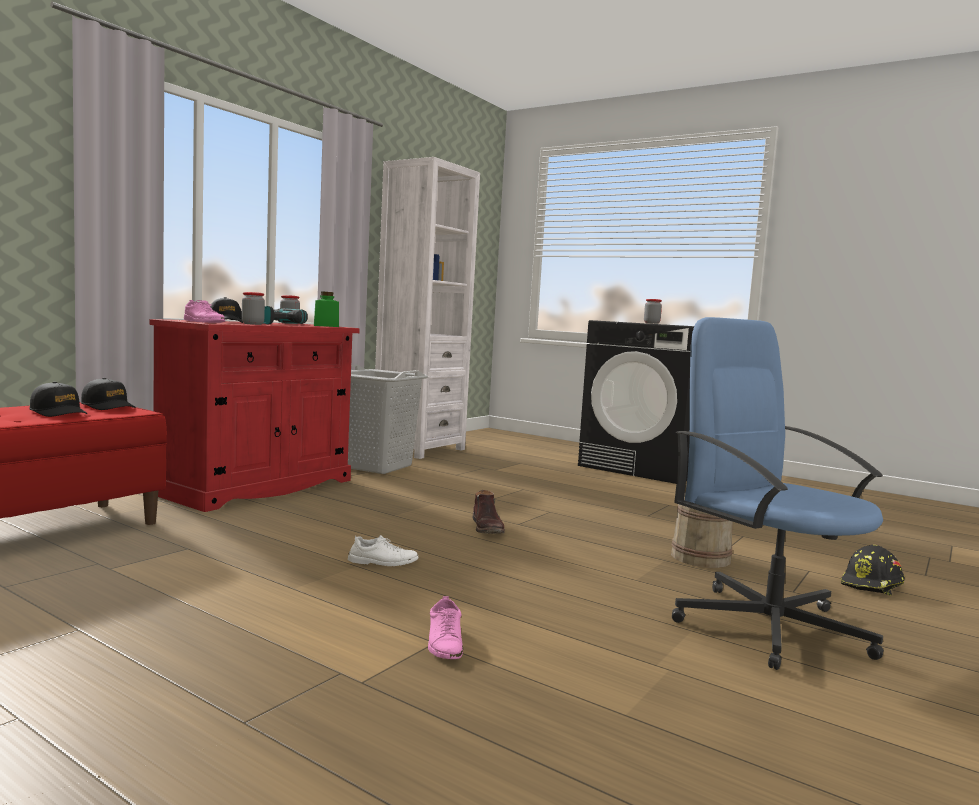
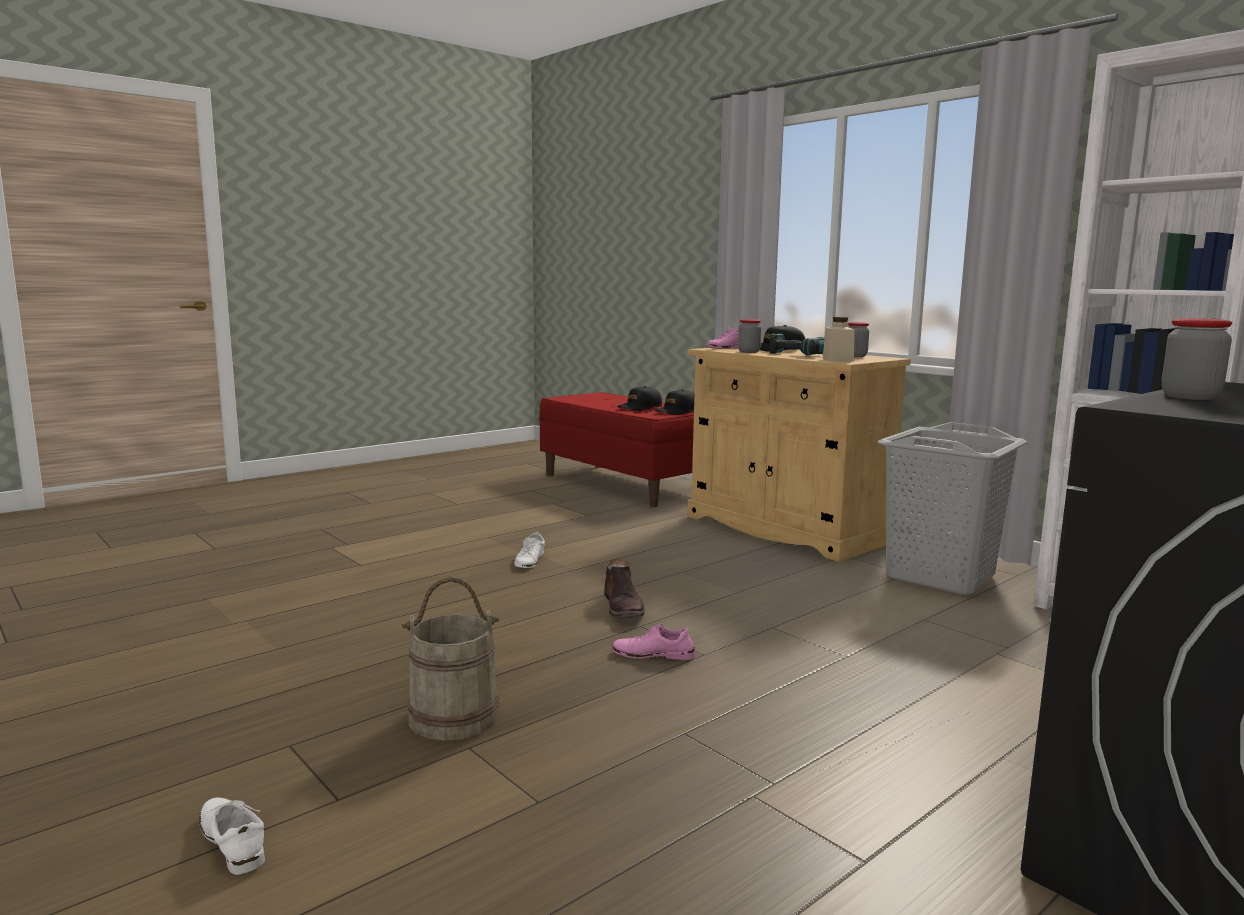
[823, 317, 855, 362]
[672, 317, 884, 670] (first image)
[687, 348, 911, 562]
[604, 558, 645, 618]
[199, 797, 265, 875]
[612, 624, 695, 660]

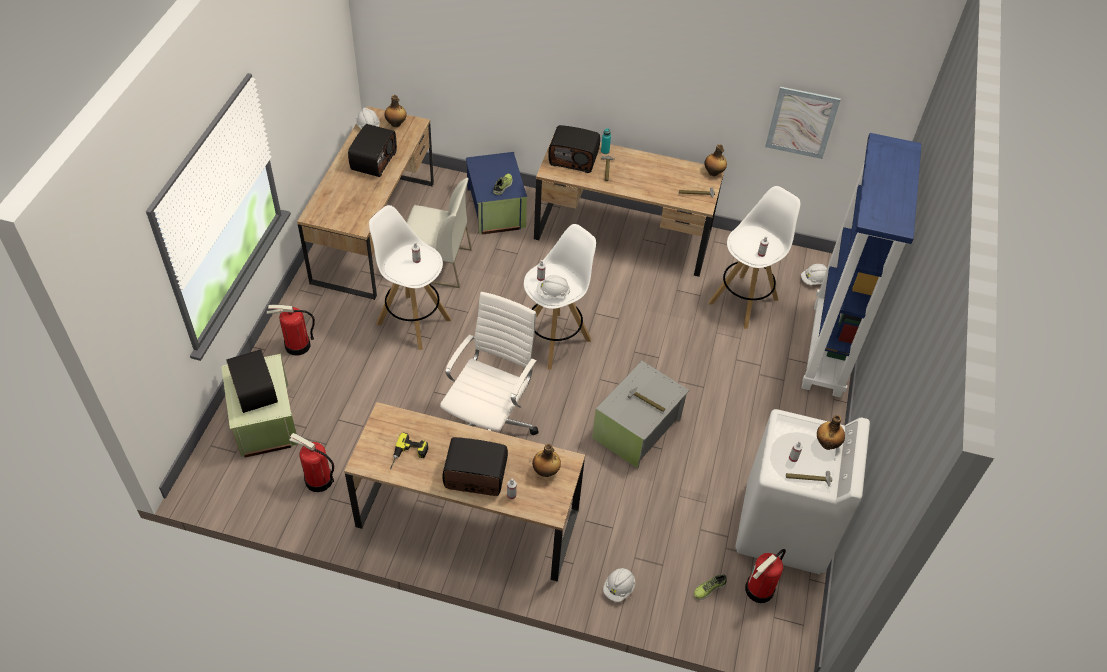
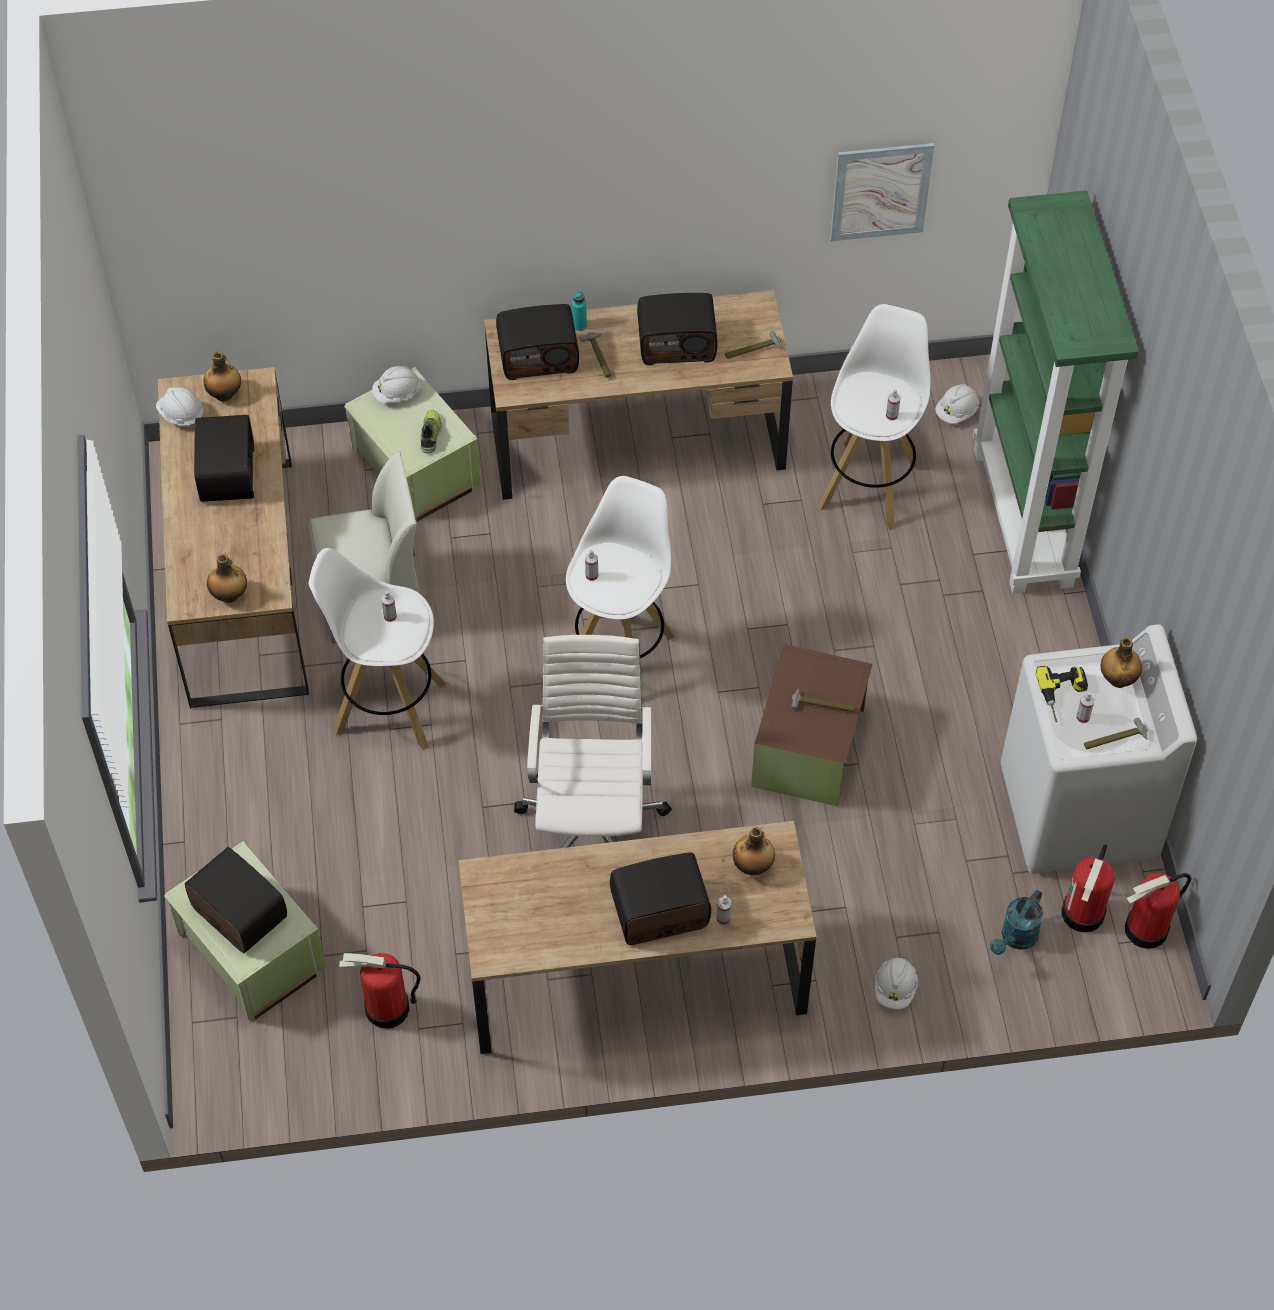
[973, 191, 1139, 594]
[207, 554, 247, 603]
[344, 367, 480, 522]
[372, 366, 421, 403]
[1125, 873, 1191, 949]
[751, 644, 872, 807]
[1036, 666, 1088, 722]
[990, 890, 1043, 955]
[637, 293, 717, 365]

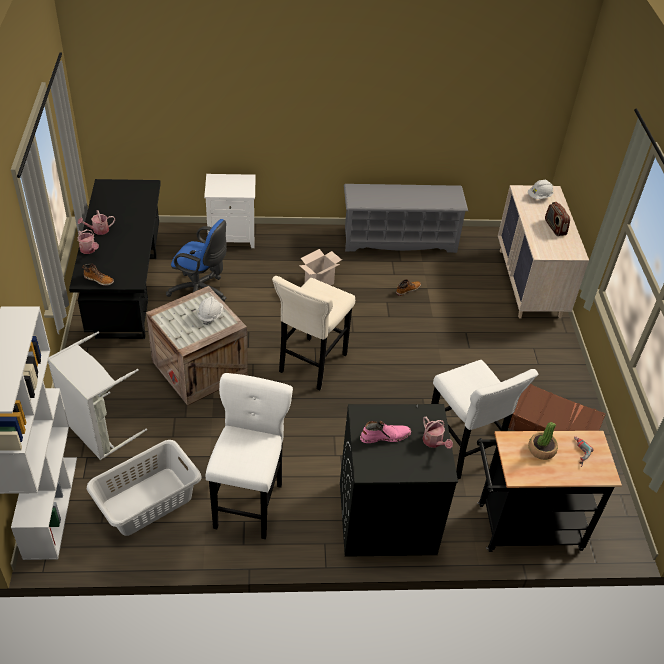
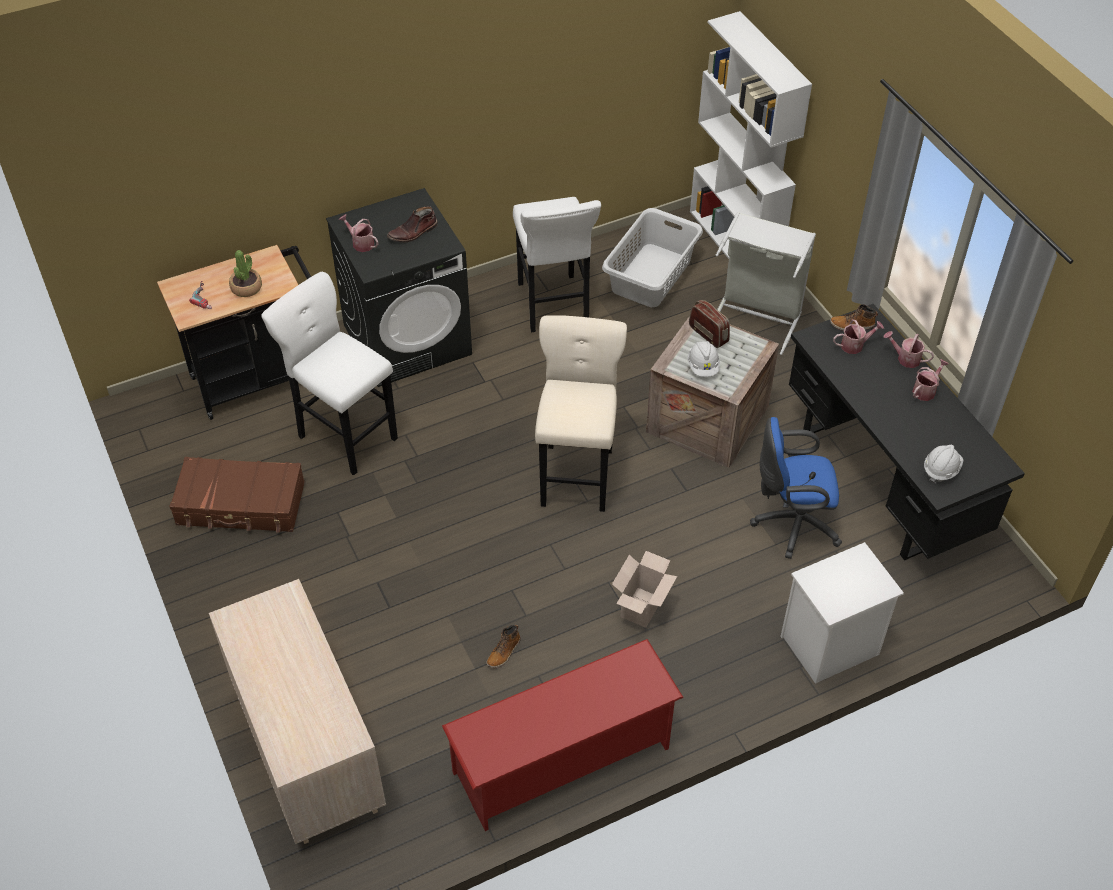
[924, 444, 963, 484]
[442, 639, 684, 831]
[689, 300, 730, 348]
[387, 207, 438, 242]
[833, 319, 884, 354]

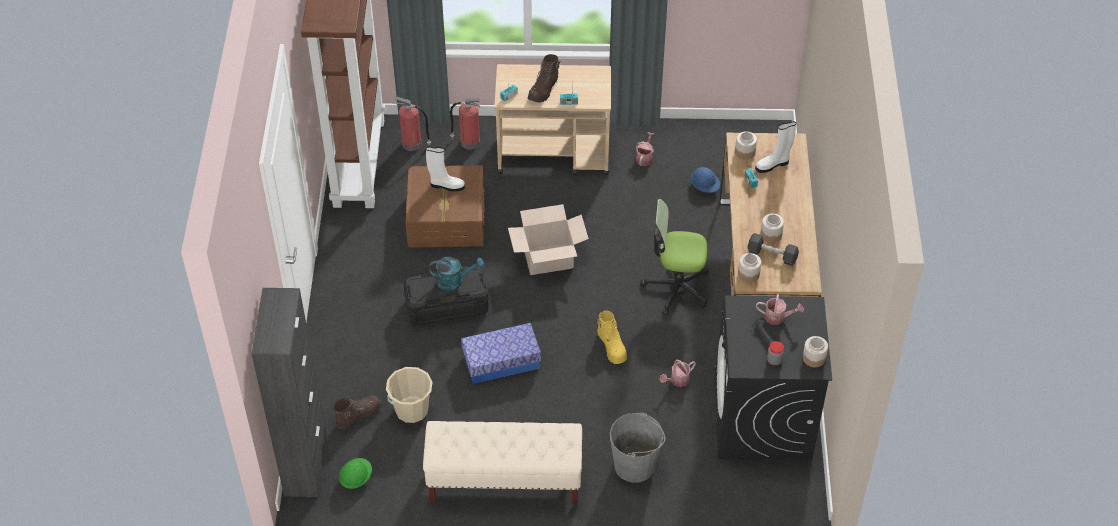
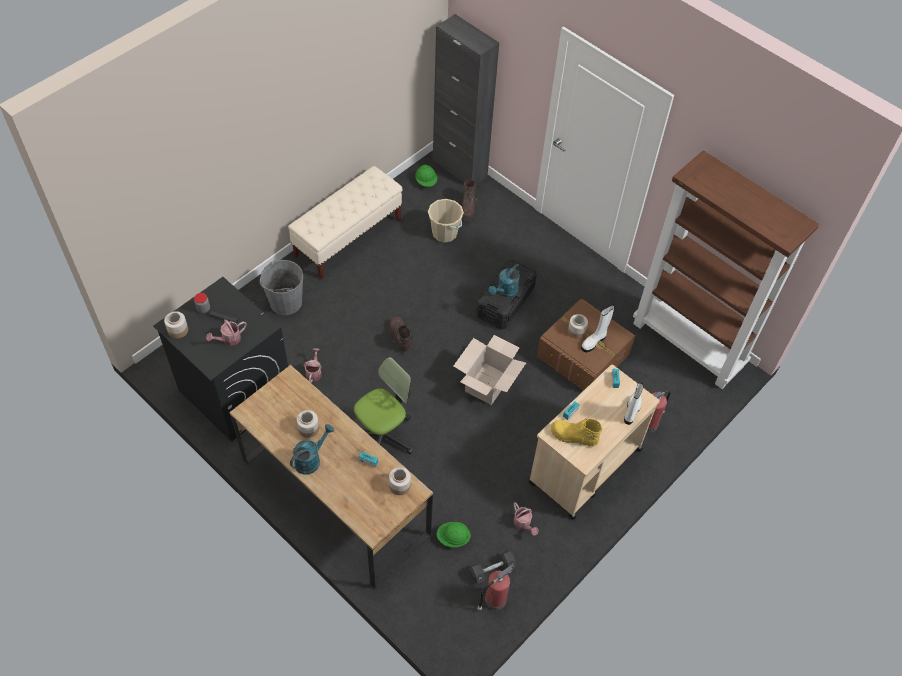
[389, 317, 412, 352]
[478, 566, 513, 610]
[624, 383, 643, 425]
[437, 522, 471, 547]
[469, 551, 516, 584]
[568, 314, 588, 339]
[551, 418, 602, 447]
[461, 323, 541, 384] (first image)
[290, 424, 334, 475]

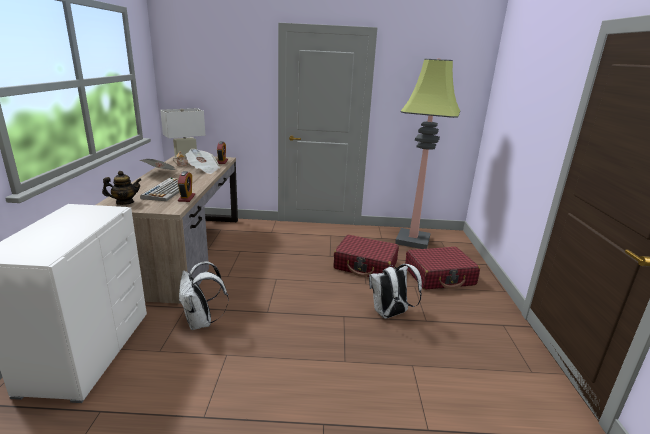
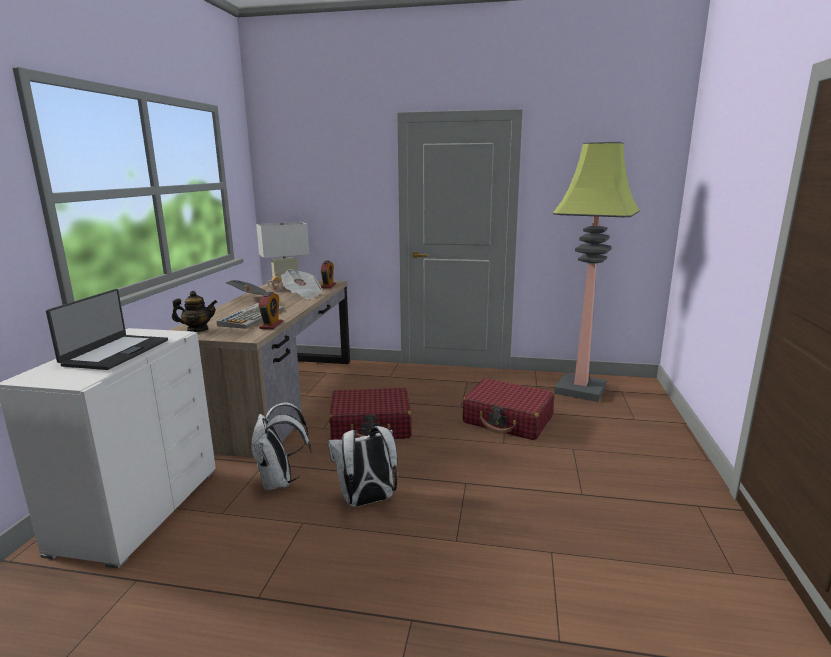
[329, 388, 412, 440]
[328, 426, 398, 507]
[46, 289, 168, 370]

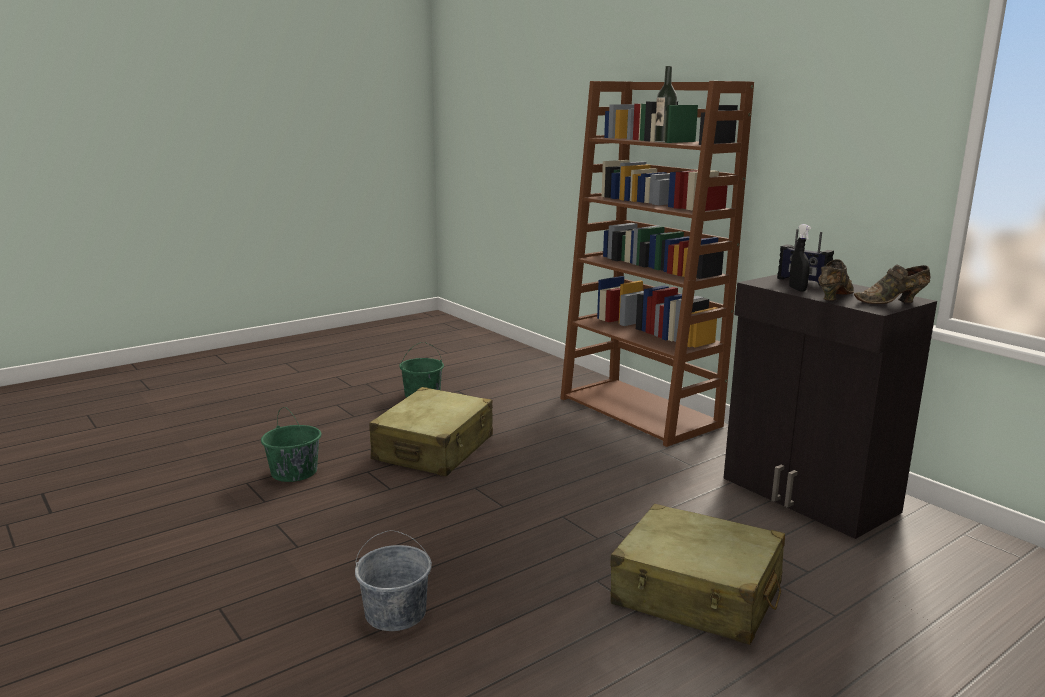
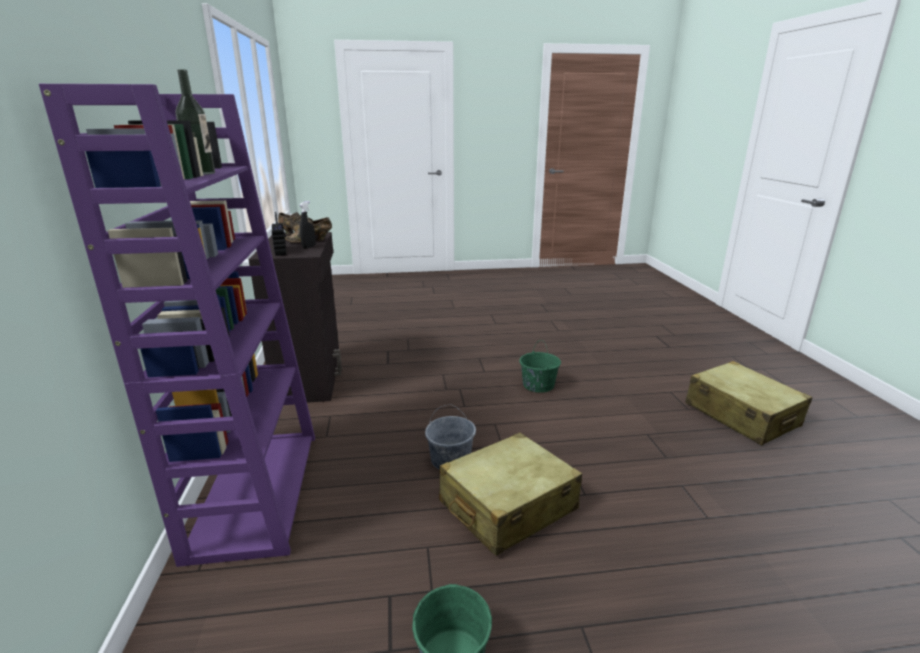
[39, 84, 315, 567]
[519, 340, 561, 393]
[685, 361, 812, 445]
[425, 405, 476, 470]

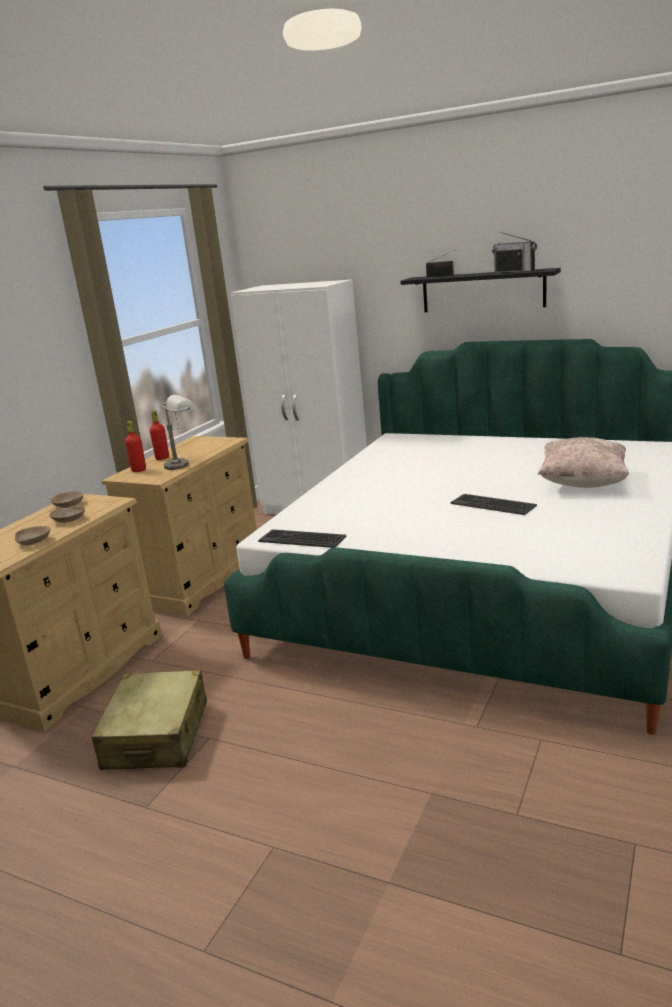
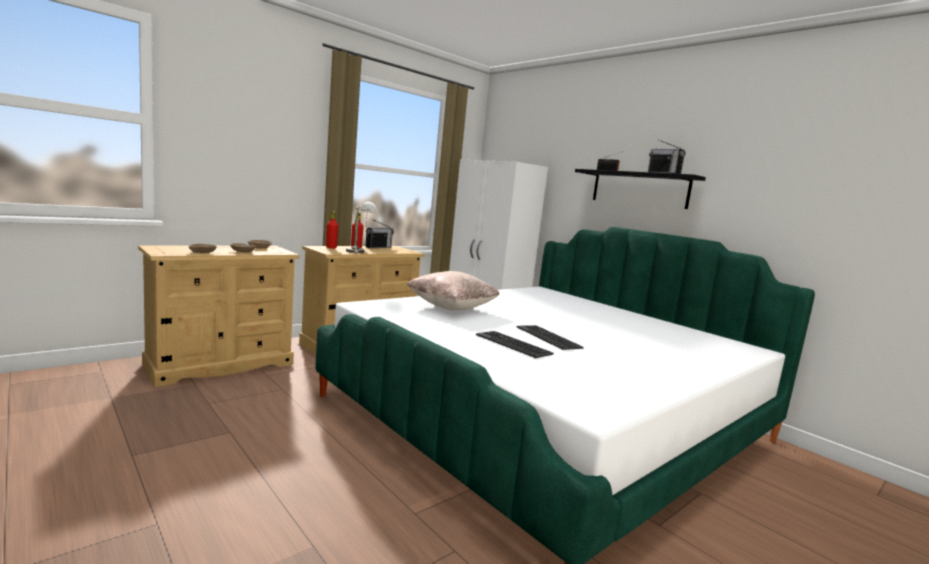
[407, 271, 500, 310]
[476, 331, 554, 358]
[92, 670, 207, 770] (first image)
[366, 219, 394, 248]

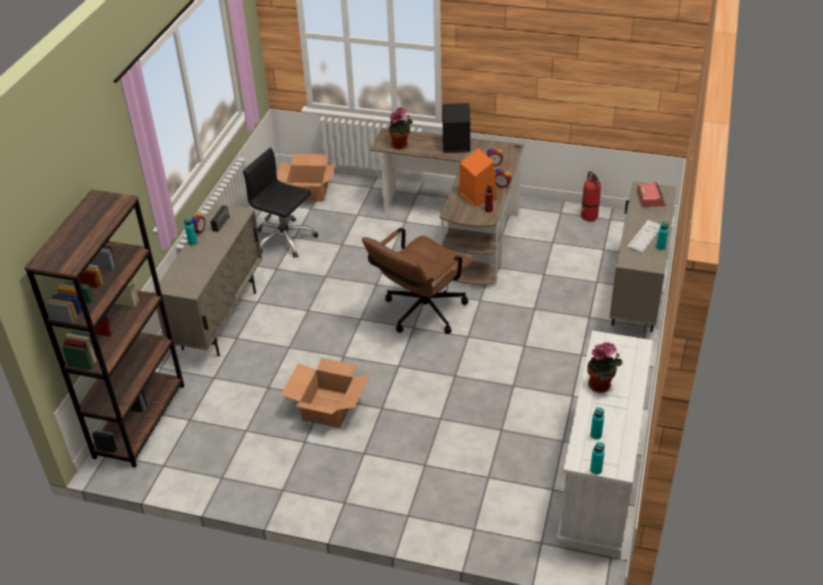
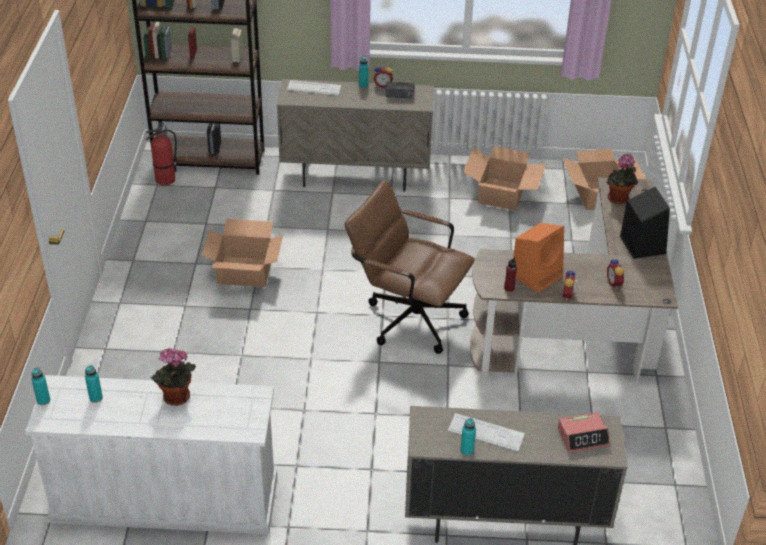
[463, 146, 546, 211]
[146, 128, 177, 185]
[287, 80, 342, 96]

